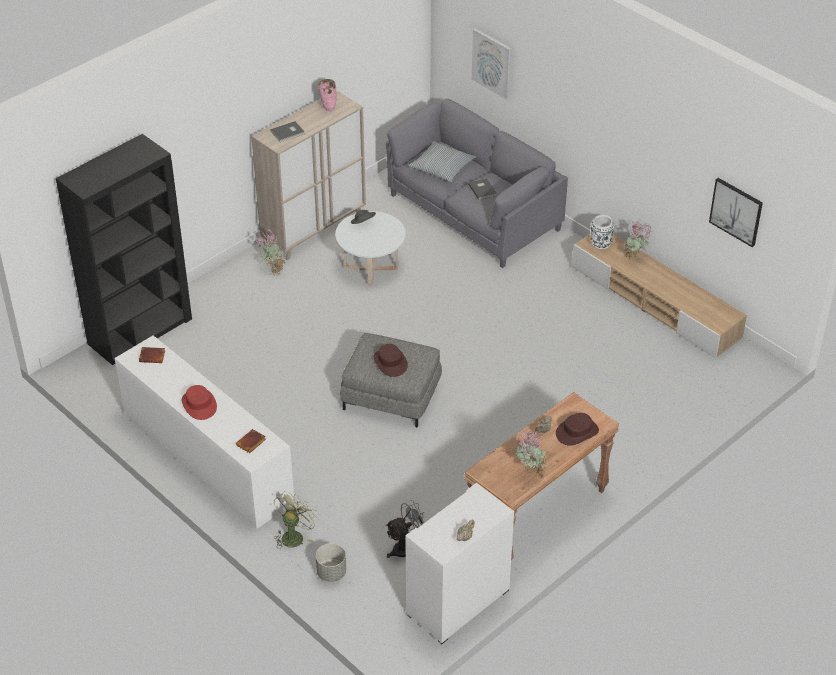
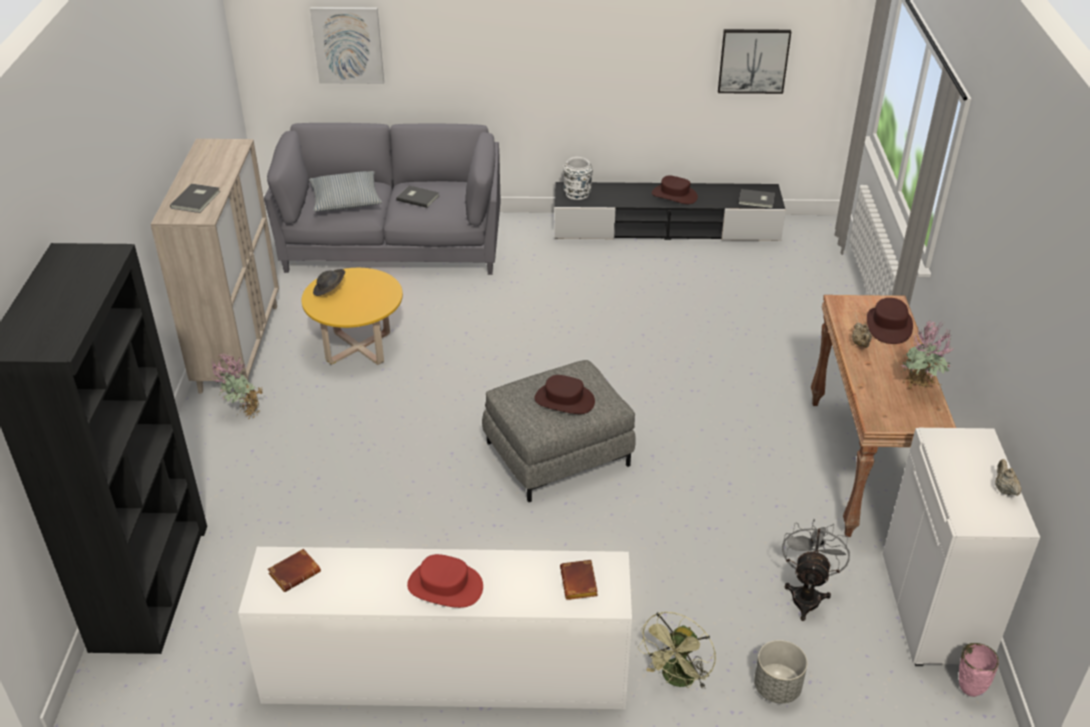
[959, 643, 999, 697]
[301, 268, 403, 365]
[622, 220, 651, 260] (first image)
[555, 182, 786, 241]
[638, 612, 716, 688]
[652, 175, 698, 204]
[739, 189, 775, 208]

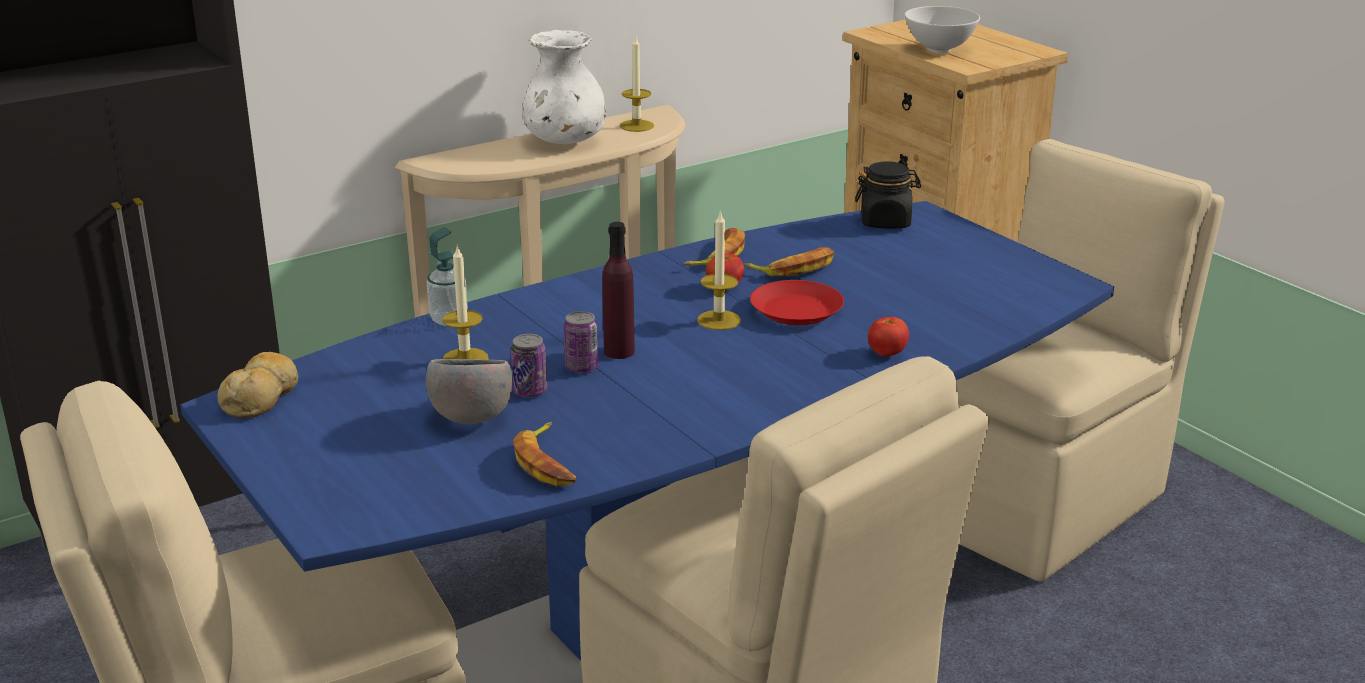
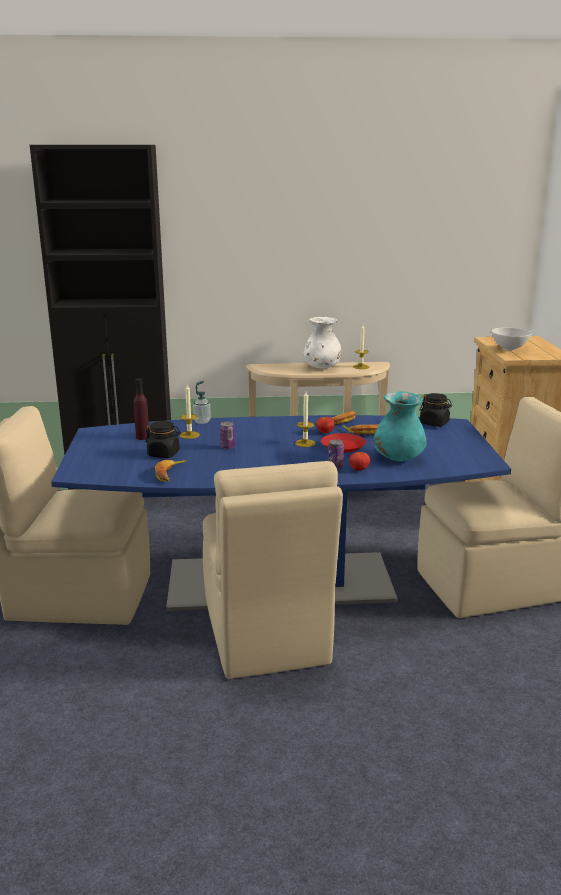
[134, 378, 149, 440]
[328, 439, 344, 469]
[218, 352, 298, 418] (first image)
[145, 421, 181, 458]
[374, 391, 427, 461]

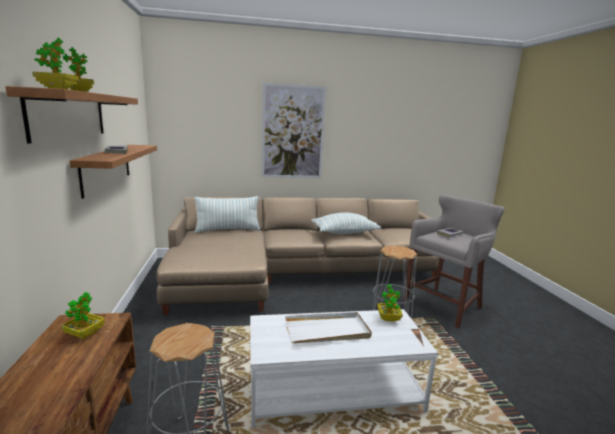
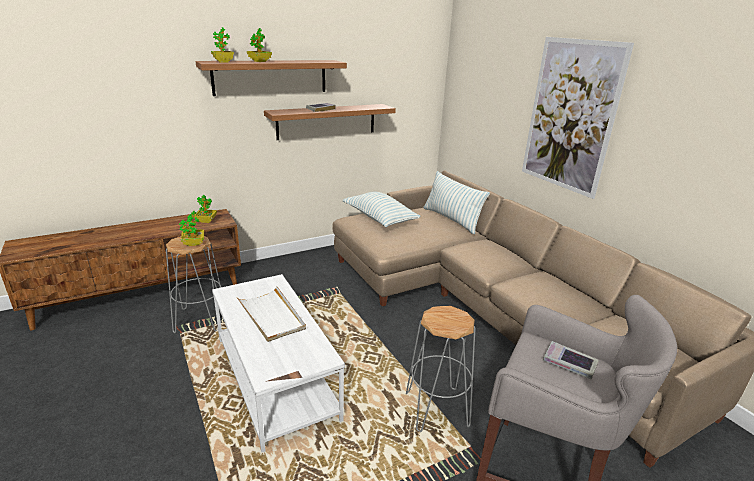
[342, 192, 421, 227]
[179, 211, 204, 246]

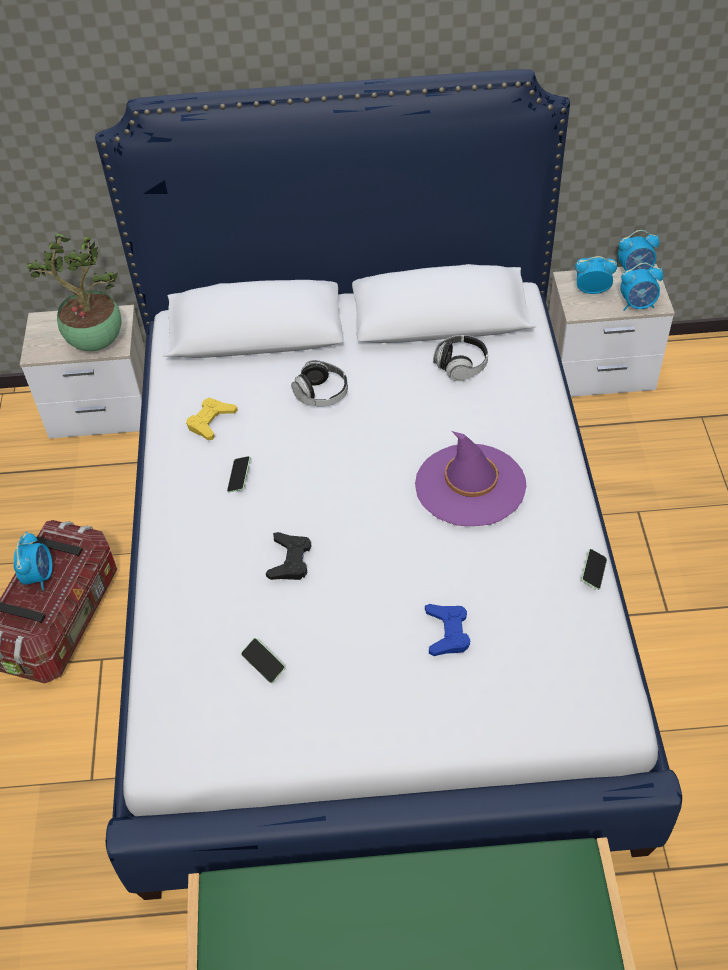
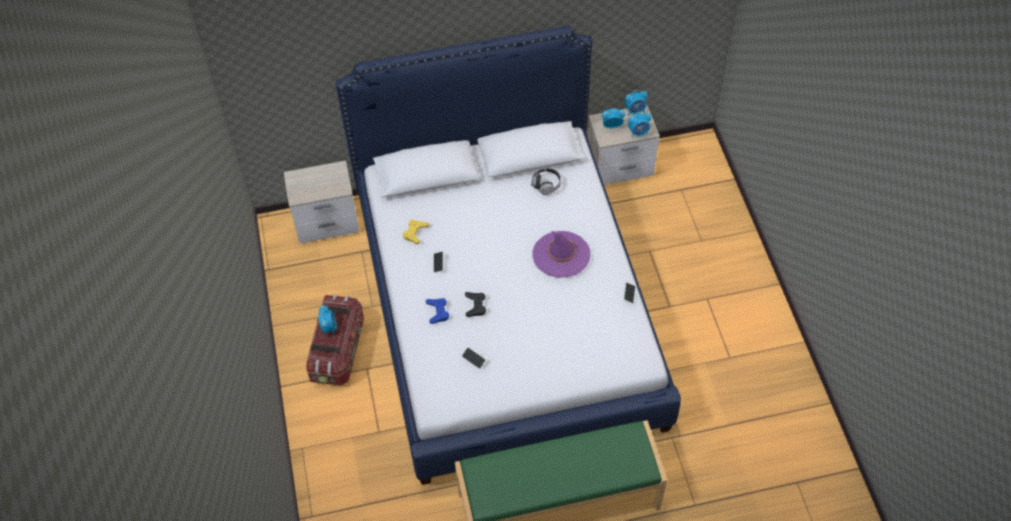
[27, 234, 122, 351] (first image)
[291, 360, 348, 407] (first image)
[426, 298, 449, 324]

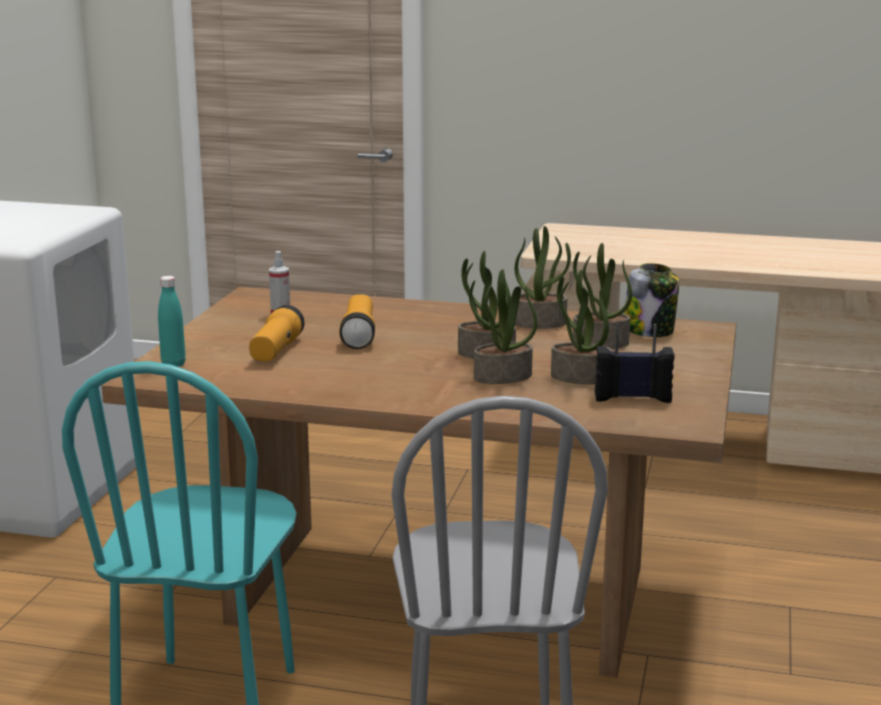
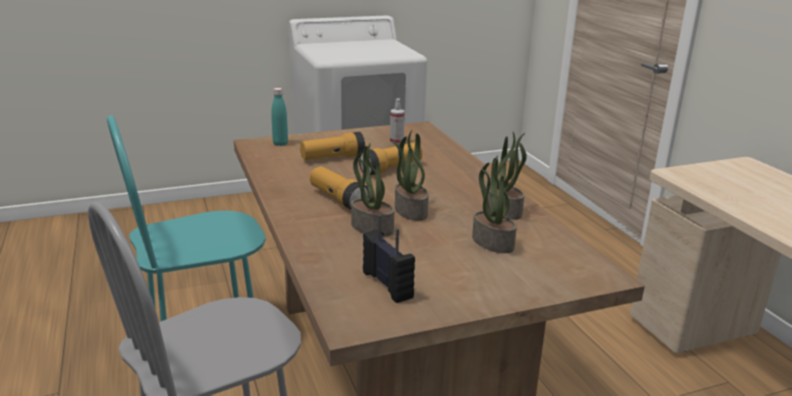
[624, 263, 679, 337] (first image)
[551, 269, 613, 384] (first image)
[310, 167, 369, 210]

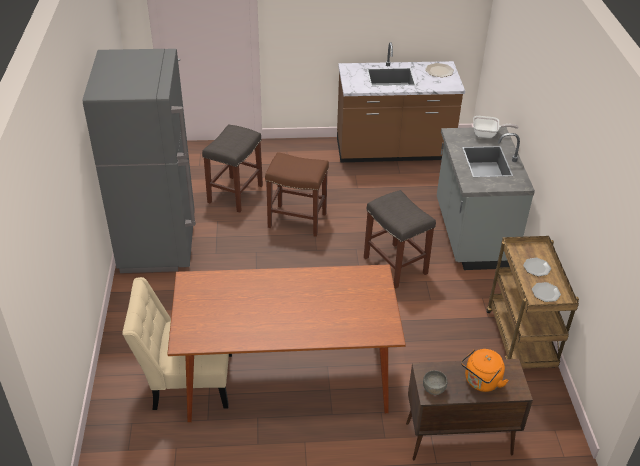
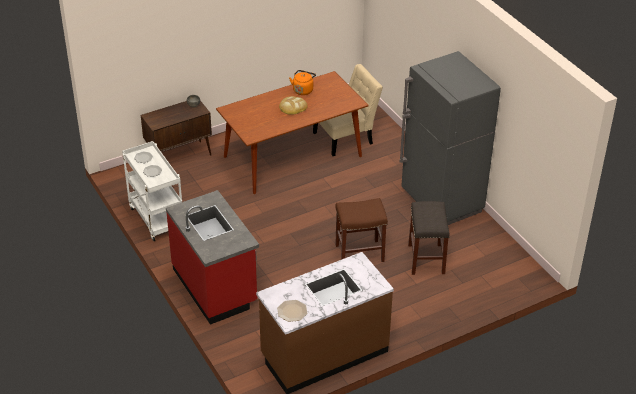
[473, 116, 518, 138] (first image)
[166, 190, 259, 325]
[364, 190, 436, 289] (first image)
[122, 141, 182, 241]
[289, 70, 316, 95]
[279, 96, 308, 115]

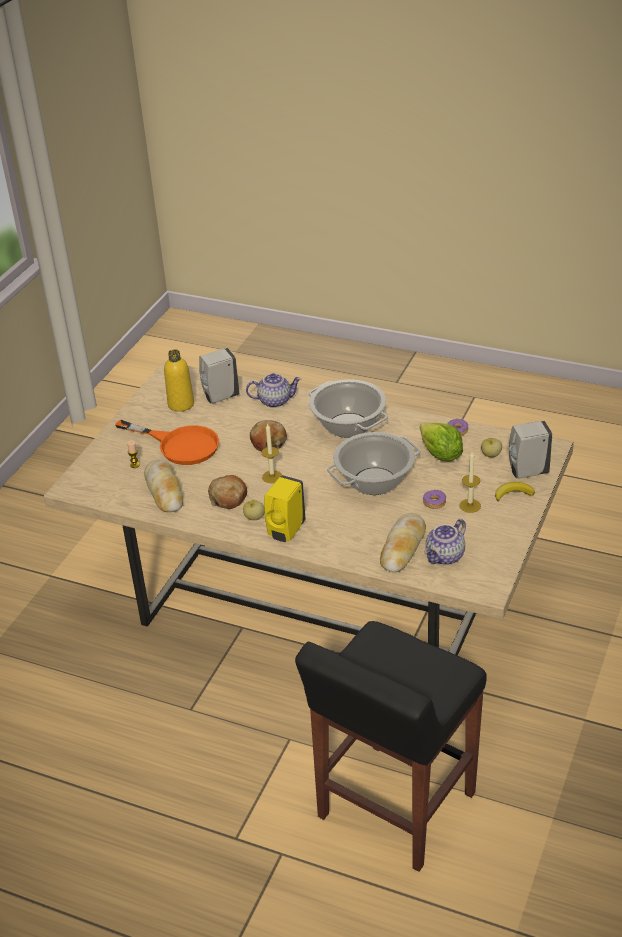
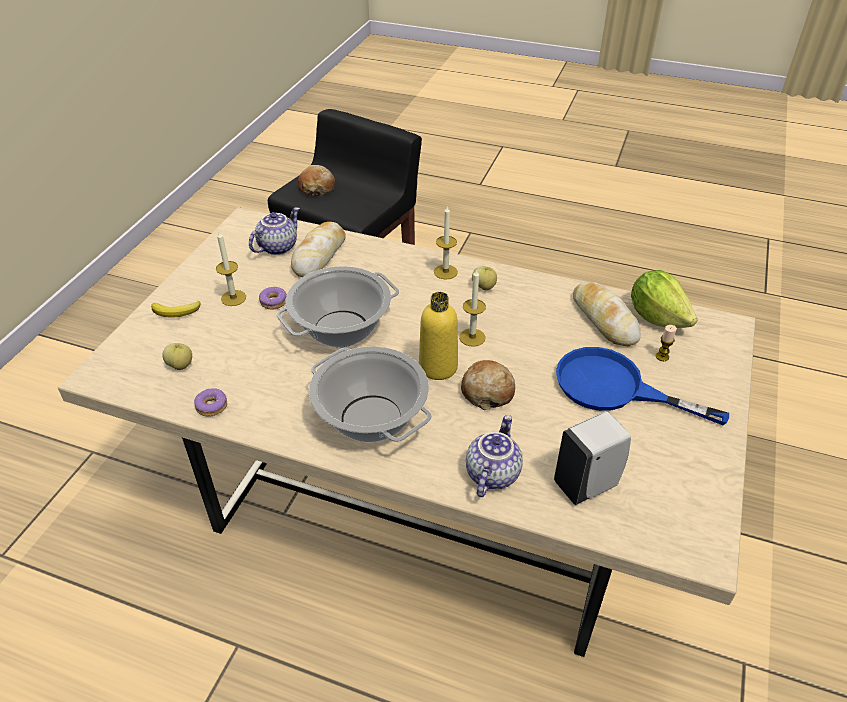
[419, 292, 458, 380]
[466, 415, 523, 497]
[556, 347, 729, 425]
[509, 421, 552, 479] (first image)
[631, 270, 698, 328]
[298, 165, 335, 196]
[434, 205, 458, 280]

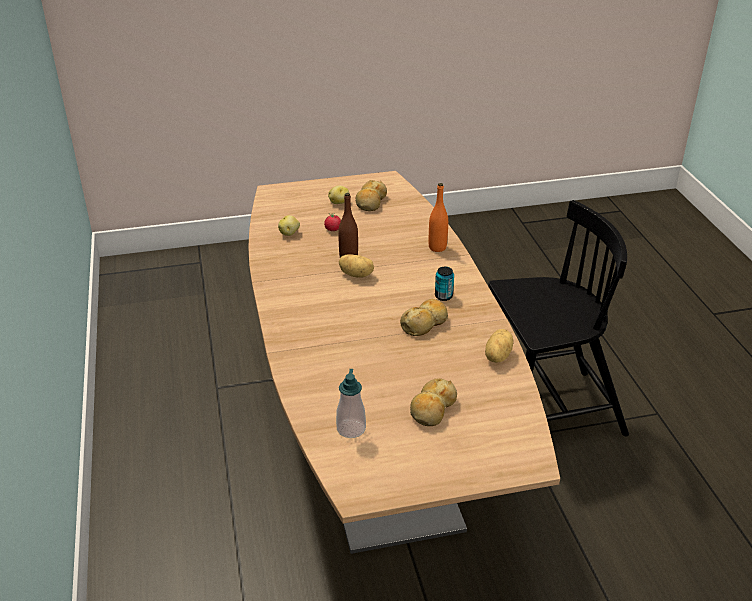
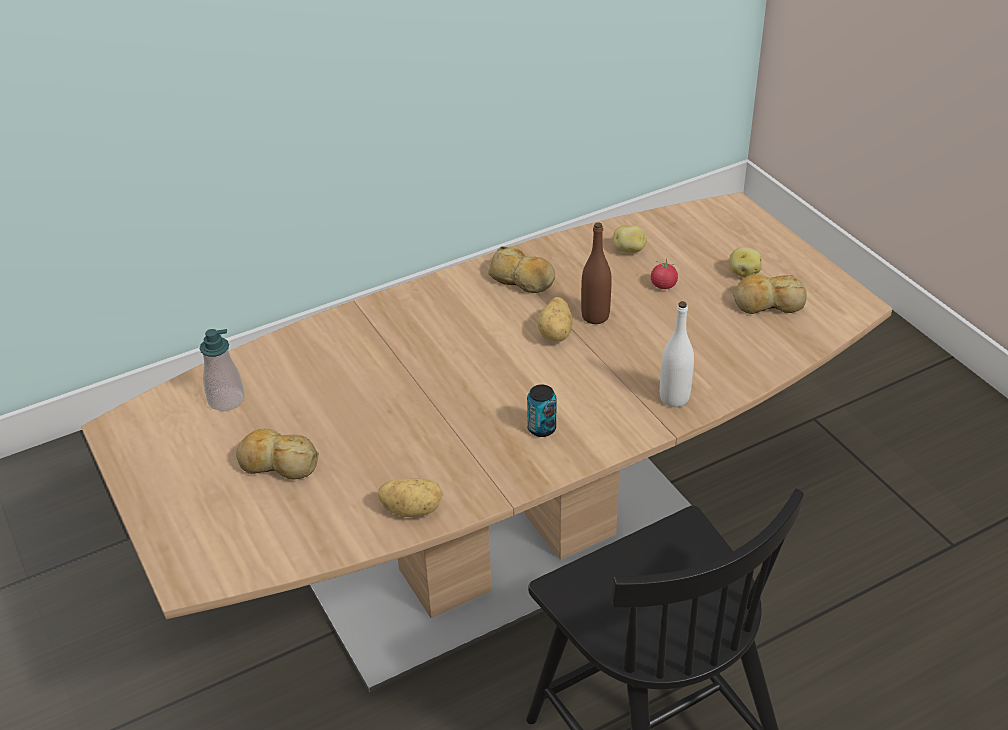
[660, 301, 694, 407]
[488, 246, 555, 293]

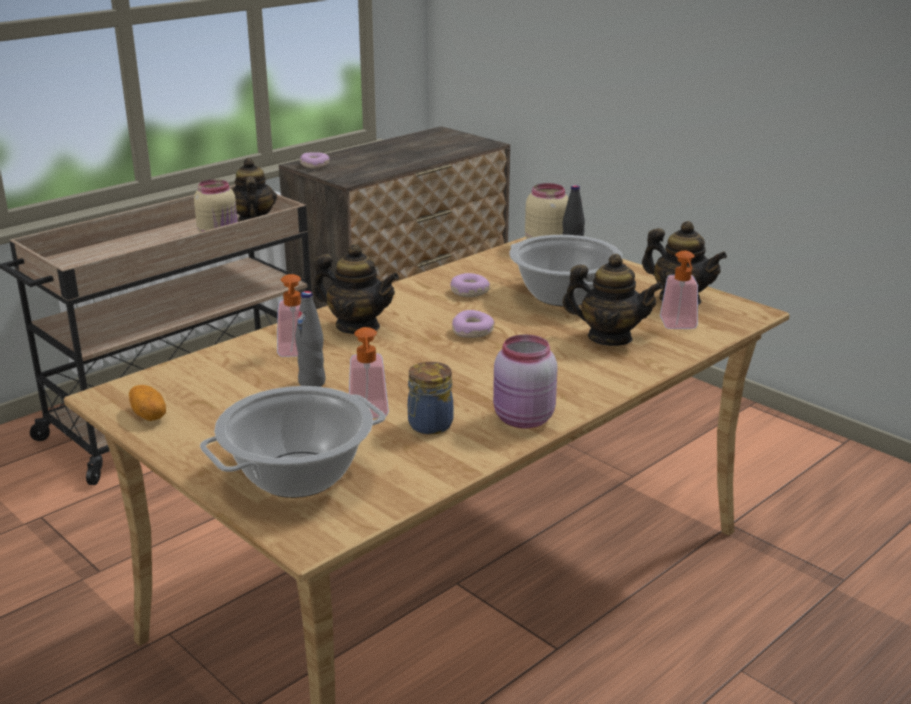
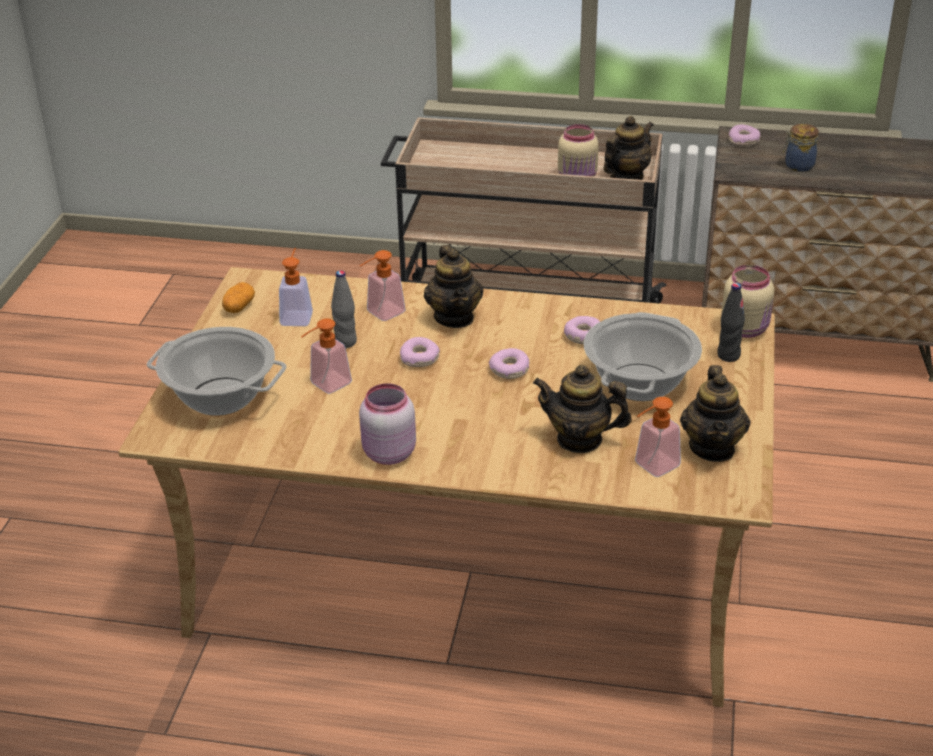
[533, 365, 632, 453]
[783, 124, 819, 172]
[279, 248, 313, 326]
[400, 337, 440, 367]

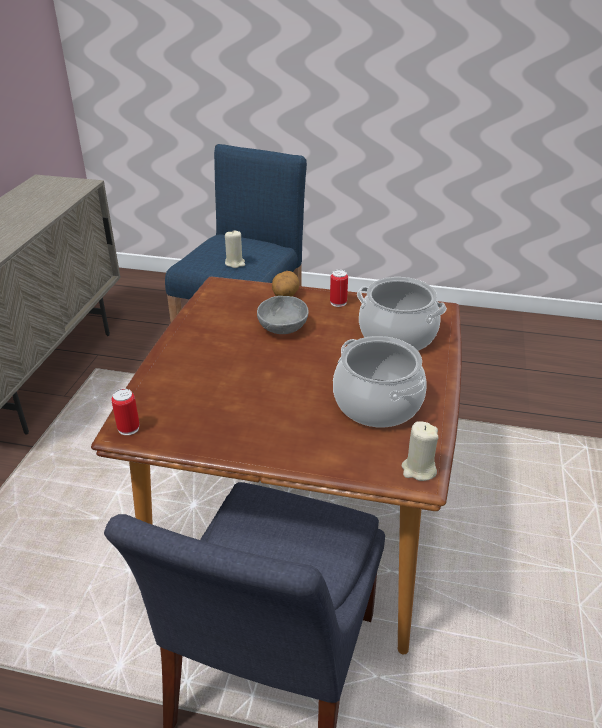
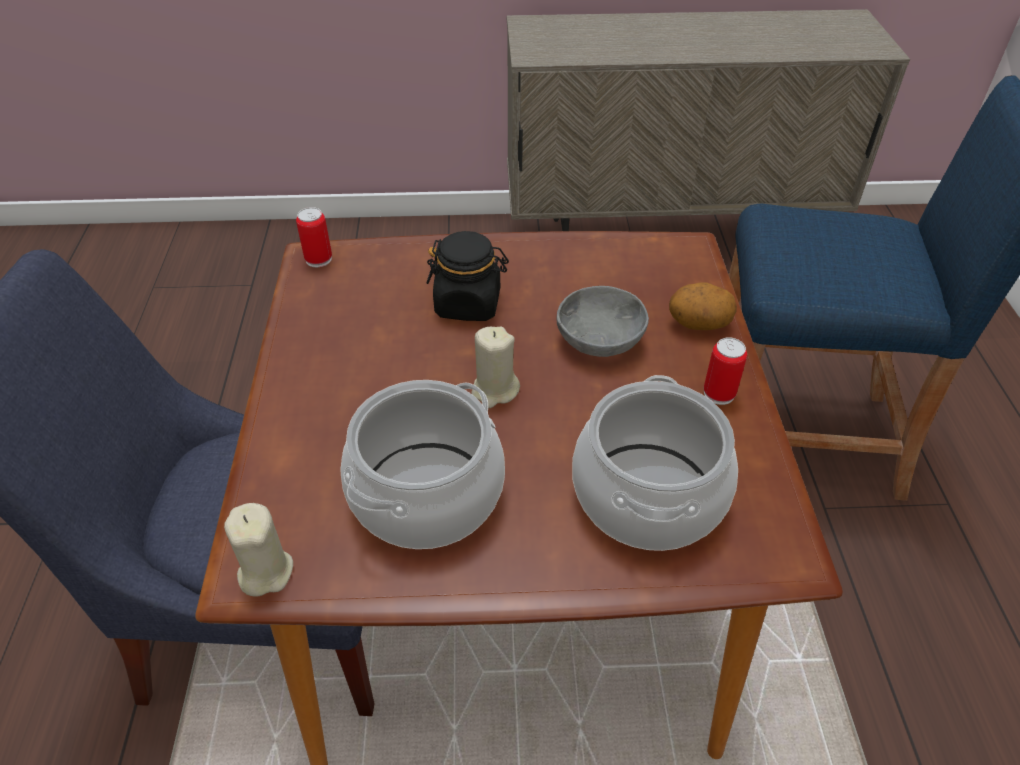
[472, 327, 520, 408]
[427, 231, 509, 321]

